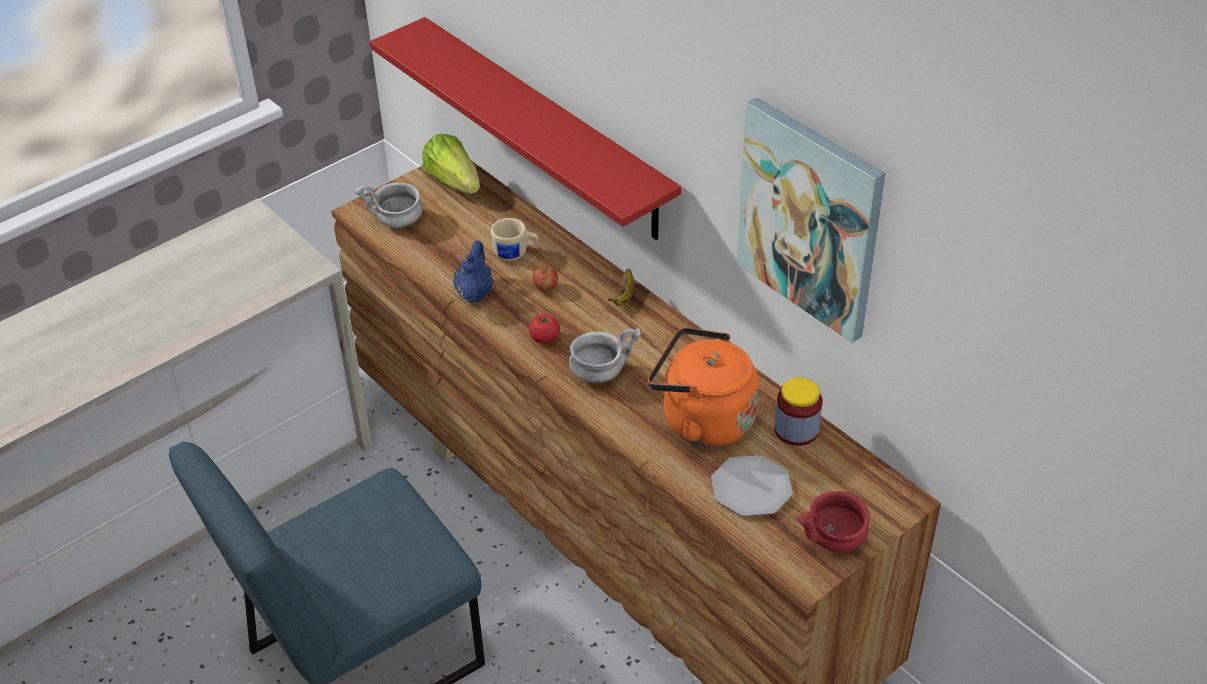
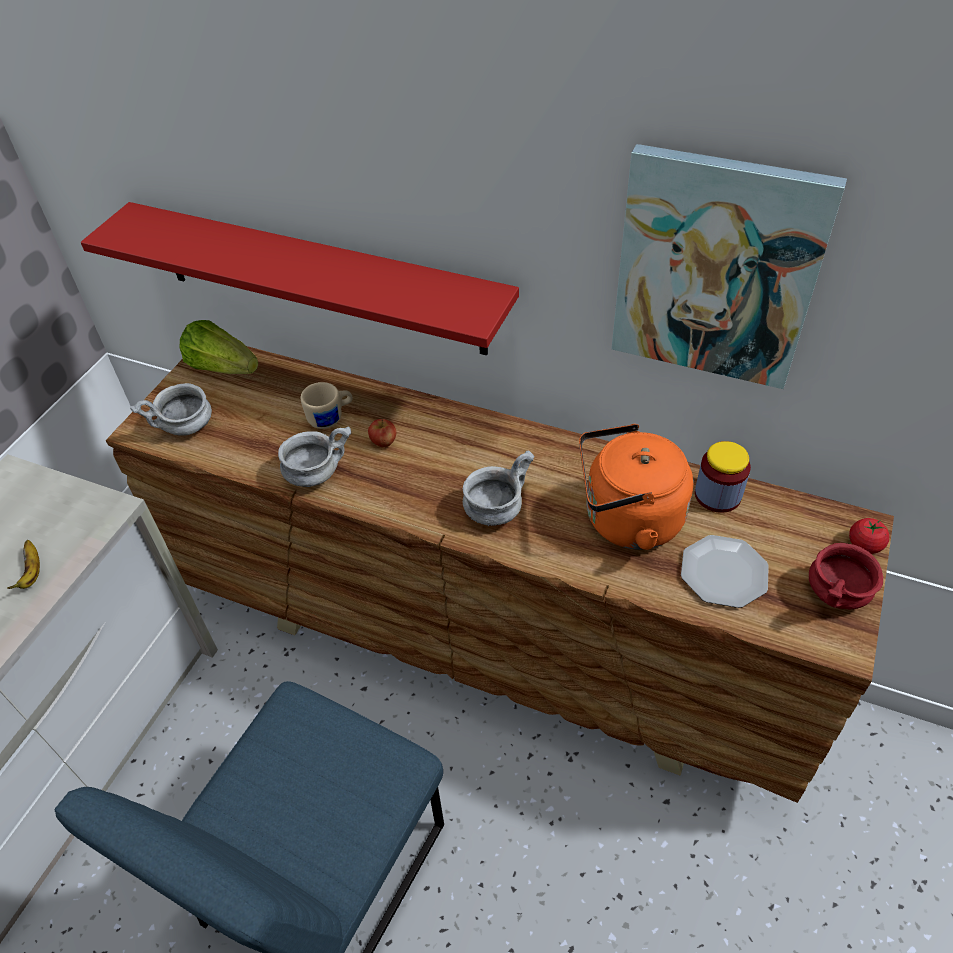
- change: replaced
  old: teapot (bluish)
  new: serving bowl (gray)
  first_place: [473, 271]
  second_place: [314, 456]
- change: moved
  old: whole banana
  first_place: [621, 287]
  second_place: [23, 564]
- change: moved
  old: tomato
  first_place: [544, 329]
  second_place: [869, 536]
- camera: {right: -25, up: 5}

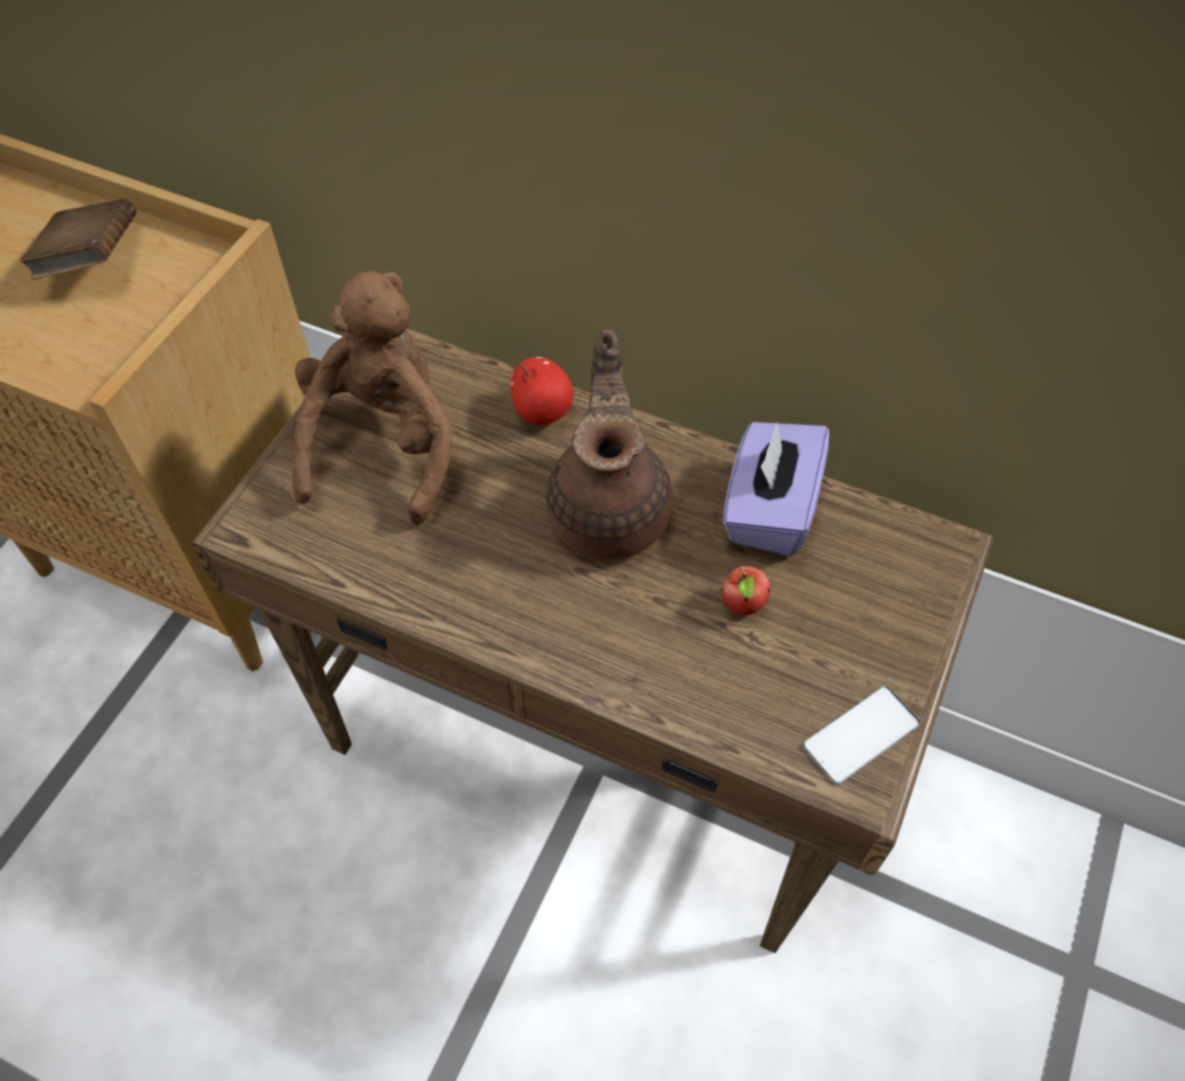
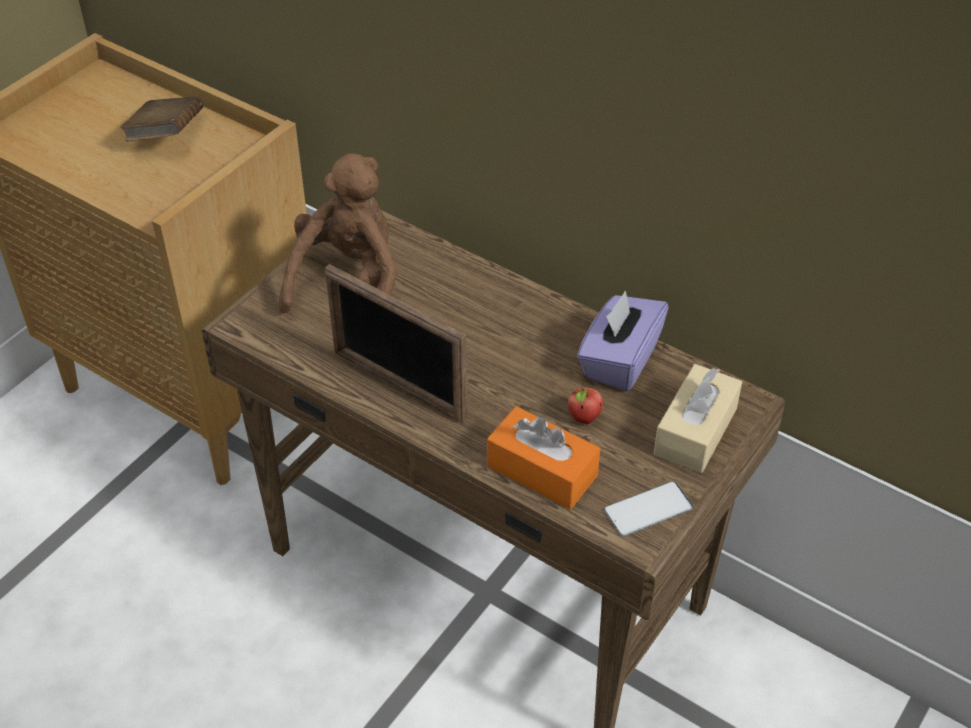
- change: removed
  old: teapot (brownish)
  first_place: [609, 445]
- change: removed
  old: whole apple
  first_place: [541, 391]
- change: added
  new: photo frame
  second_place: [396, 343]
- change: added
  new: tissue holder (sand-coloured)
  second_place: [698, 418]
- change: added
  new: tissue holder (orangey)
  second_place: [543, 457]
- camera: {right: 10, up: -10}

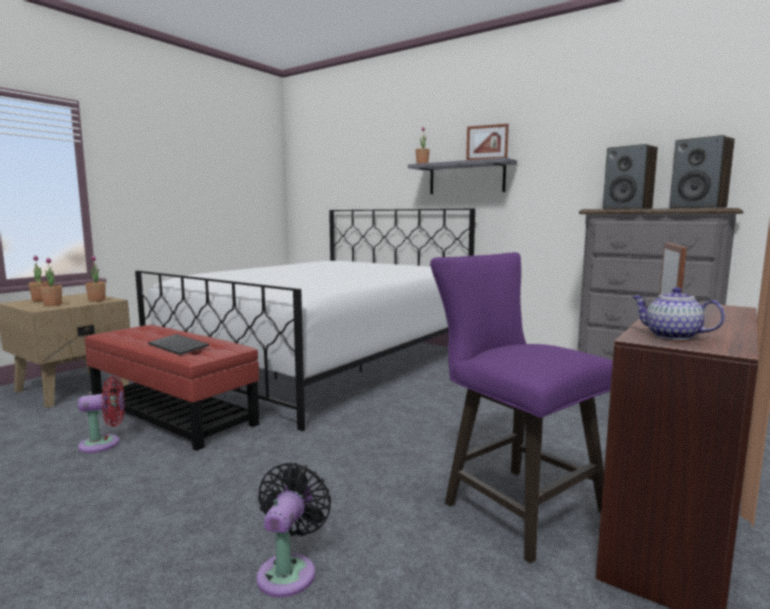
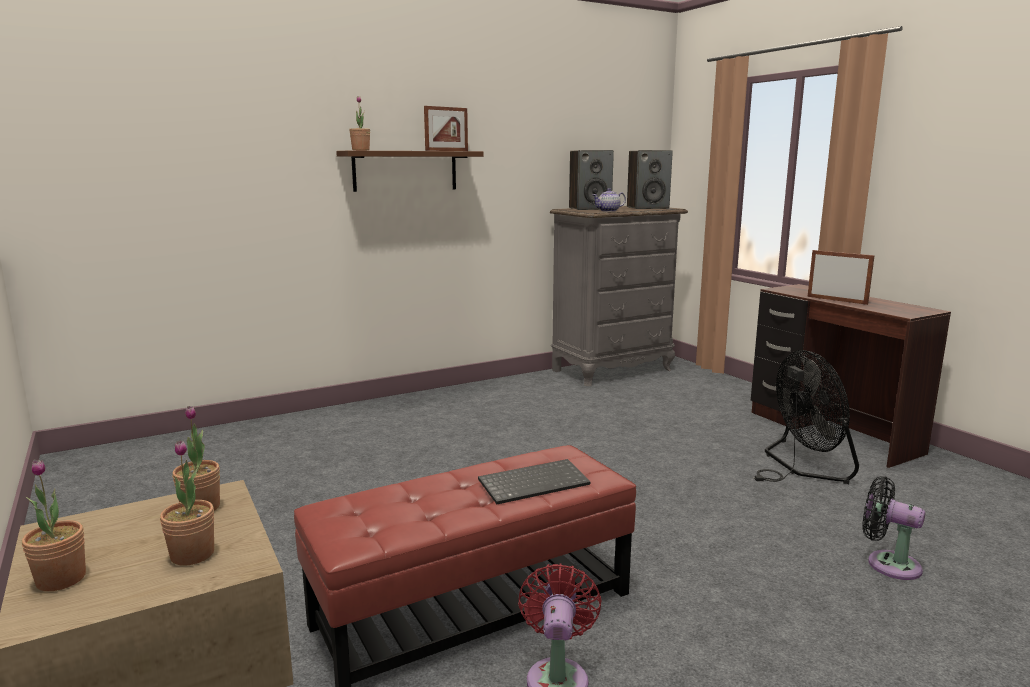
- change: recoloured
  old: wall shelf (gray)
  new: wall shelf (brownish)
  first_place: [462, 175]
  second_place: [410, 171]
- change: removed
  old: sleeping bed (white)
  first_place: [305, 319]
- change: replaced
  old: stool seat (purplish)
  new: fan (black-coloured)
  first_place: [521, 407]
  second_place: [806, 417]
- change: moved
  old: teapot
  first_place: [678, 313]
  second_place: [609, 200]
- camera: {right: -65, up: 5}

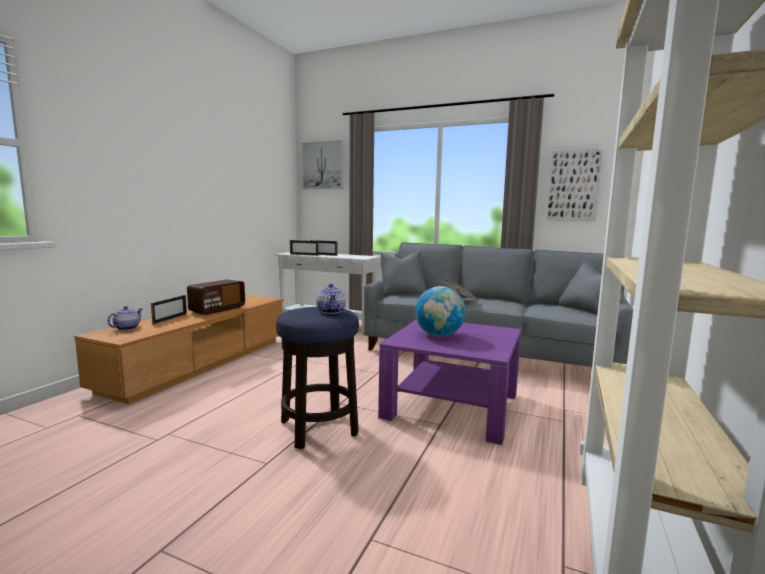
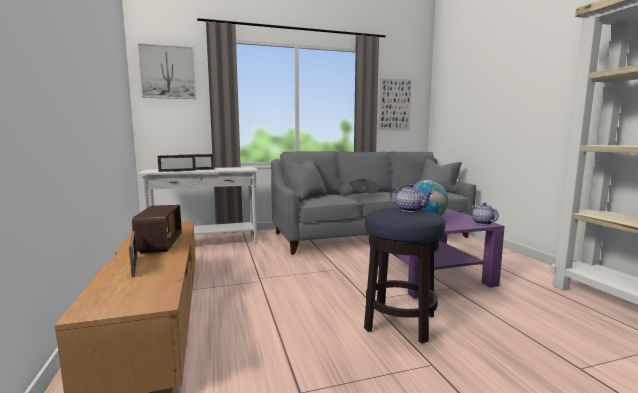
- change: moved
  old: teapot
  first_place: [124, 318]
  second_place: [485, 214]
- camera: {right: -40, up: 0}

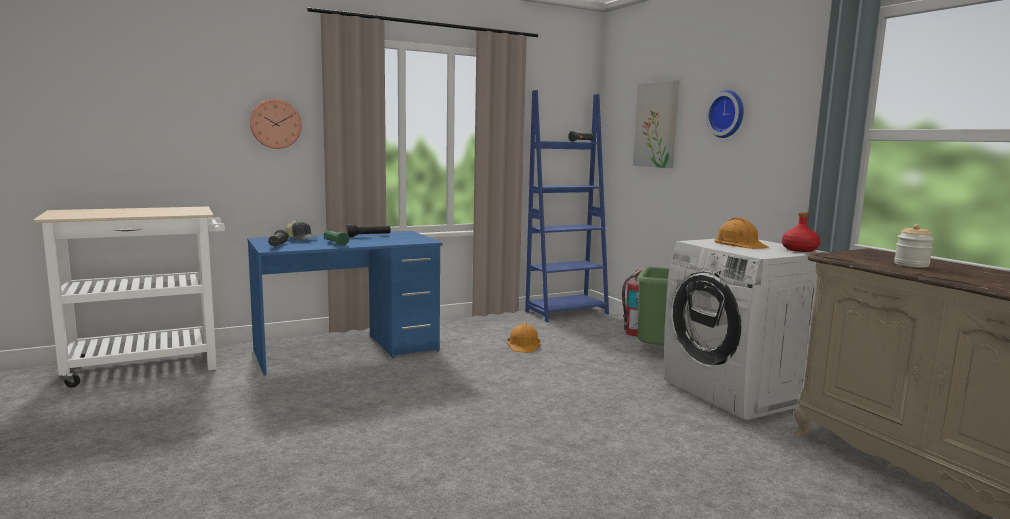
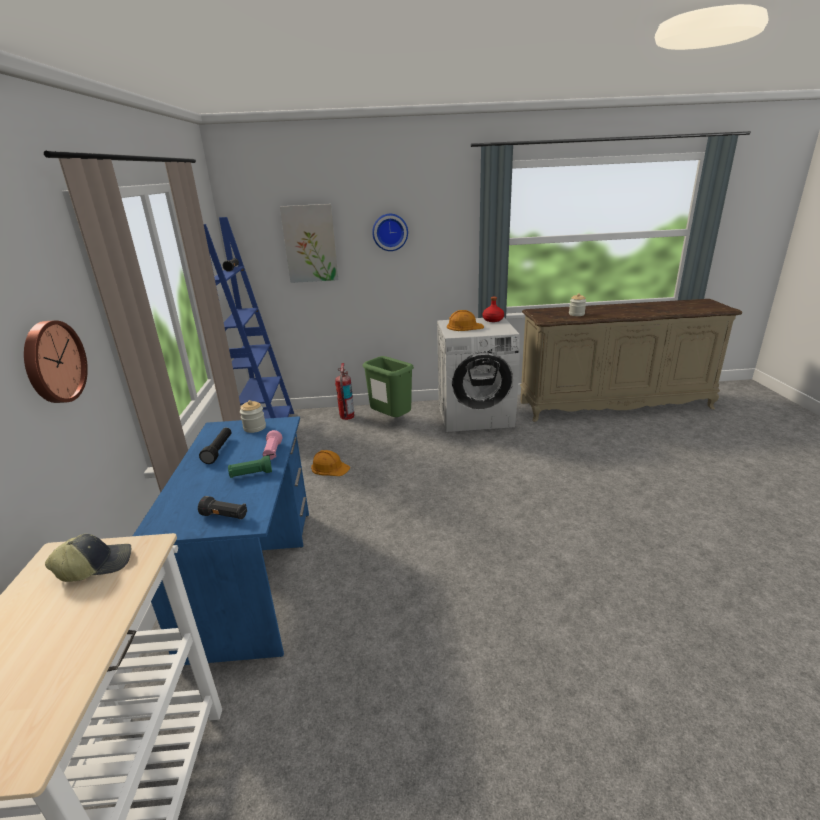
- change: moved
  old: baseball cap
  first_place: [301, 230]
  second_place: [88, 558]
- change: added
  new: jar
  second_place: [253, 416]
- change: added
  new: hand torch (pink-coloured)
  second_place: [272, 445]
- camera: {right: -65, up: 15}

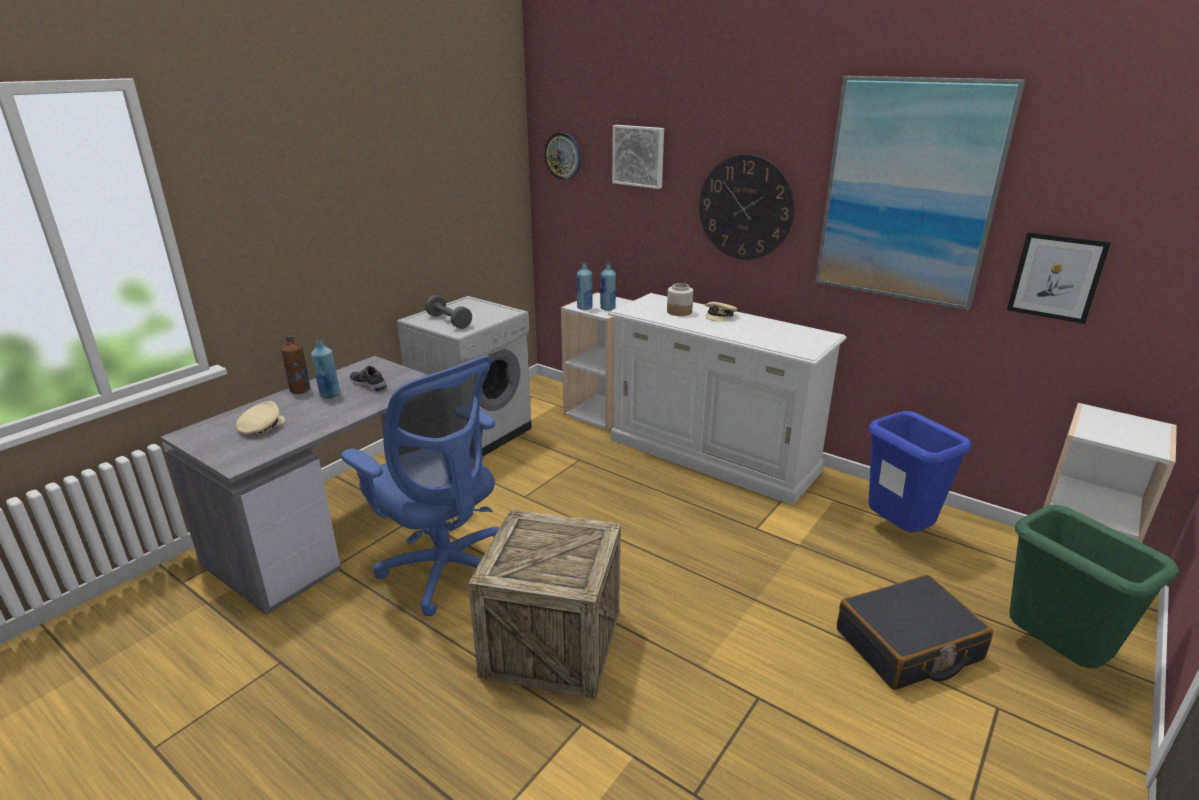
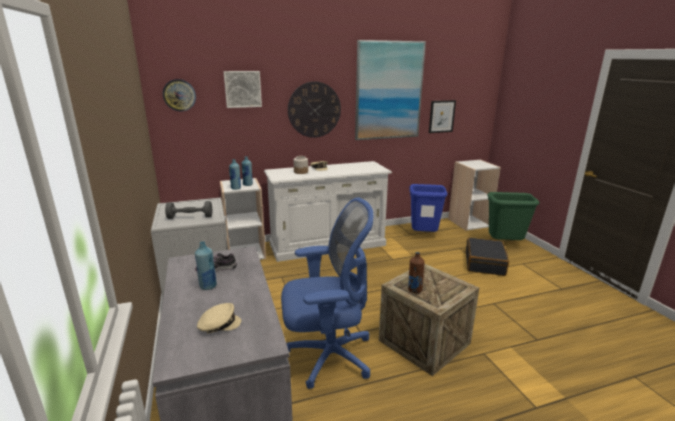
- change: moved
  old: bottle (brownish)
  first_place: [296, 365]
  second_place: [416, 272]
- change: turned
  old: baseball cap (sand-coloured)
  first_place: [260, 417]
  second_place: [219, 318]
  degrees: 105
- camera: {right: -55, up: -5}

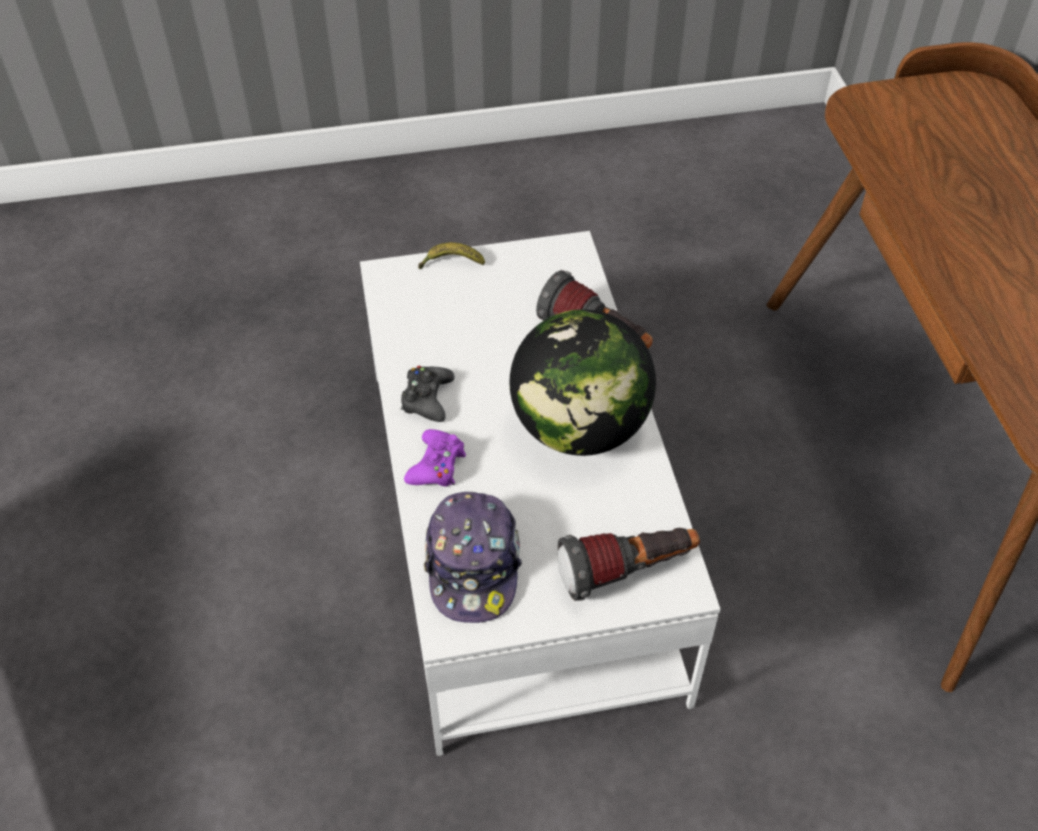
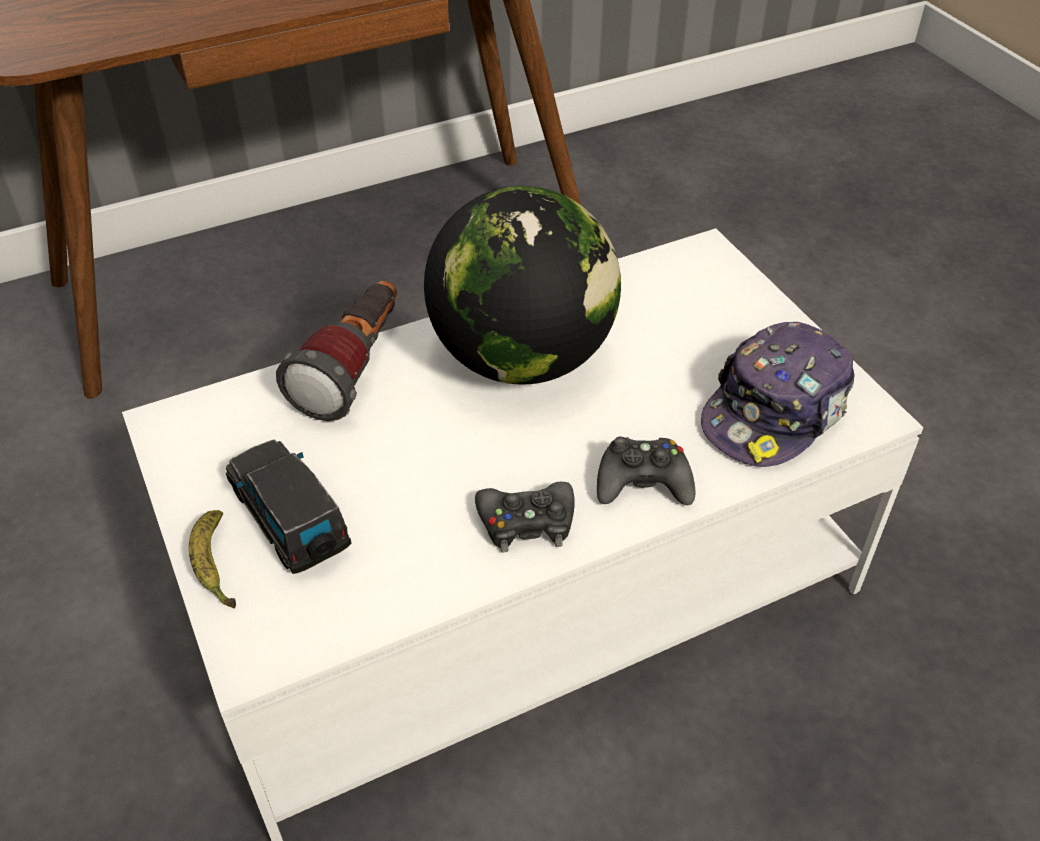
- change: recoloured
  old: joypad (purplish)
  new: joypad (black-coloured)
  first_place: [435, 457]
  second_place: [646, 471]
- change: turned
  old: baseball cap
  first_place: [473, 557]
  second_place: [778, 394]
  degrees: 150
- change: removed
  old: hand torch
  first_place: [629, 564]
- change: added
  new: model car (black-coloured)
  second_place: [288, 506]
- camera: {right: -105, up: -5}

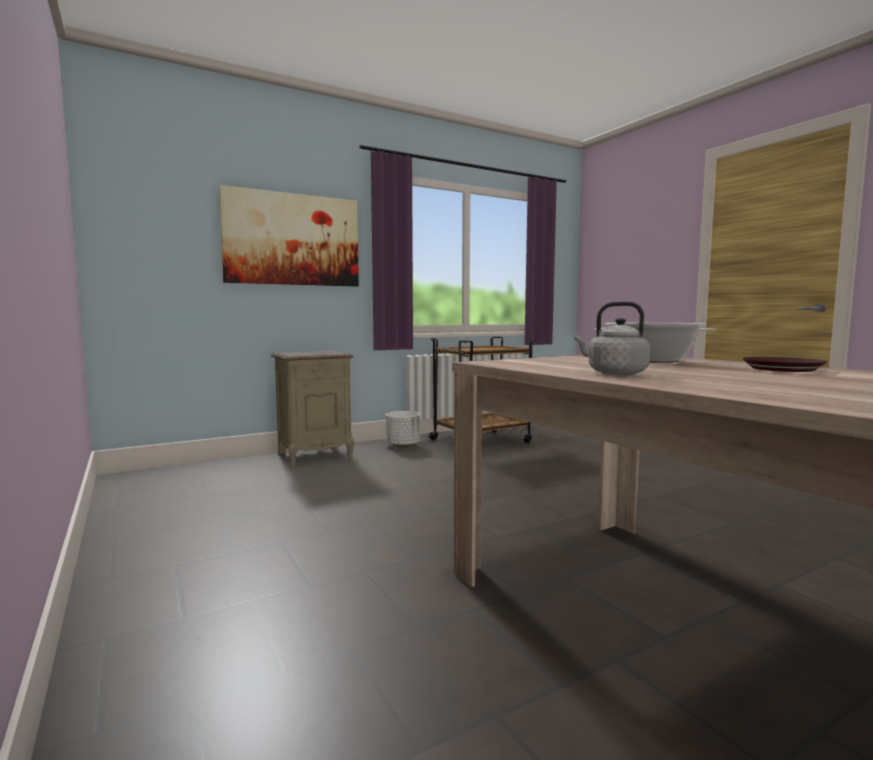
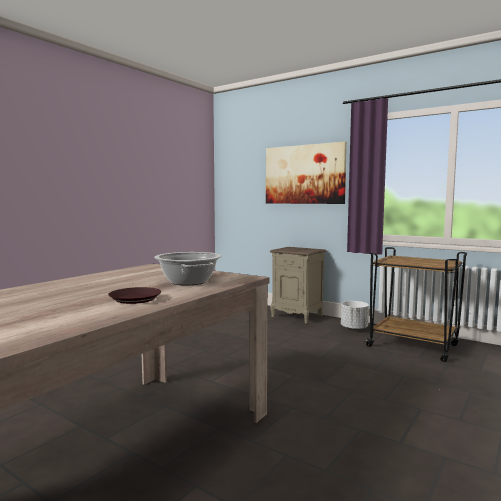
- change: removed
  old: water kettle (gray)
  first_place: [612, 338]
- camera: {right: 65, up: 0}

